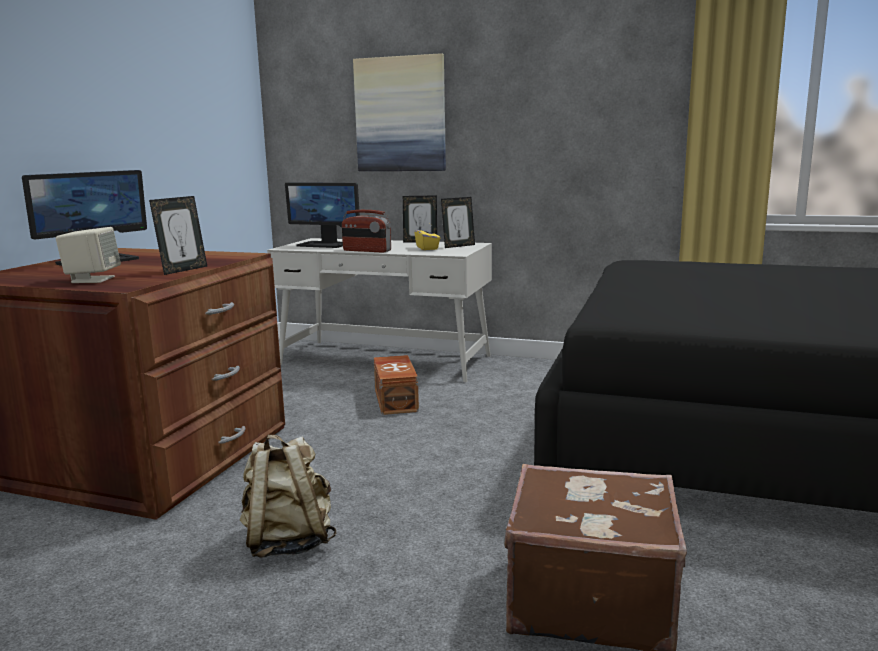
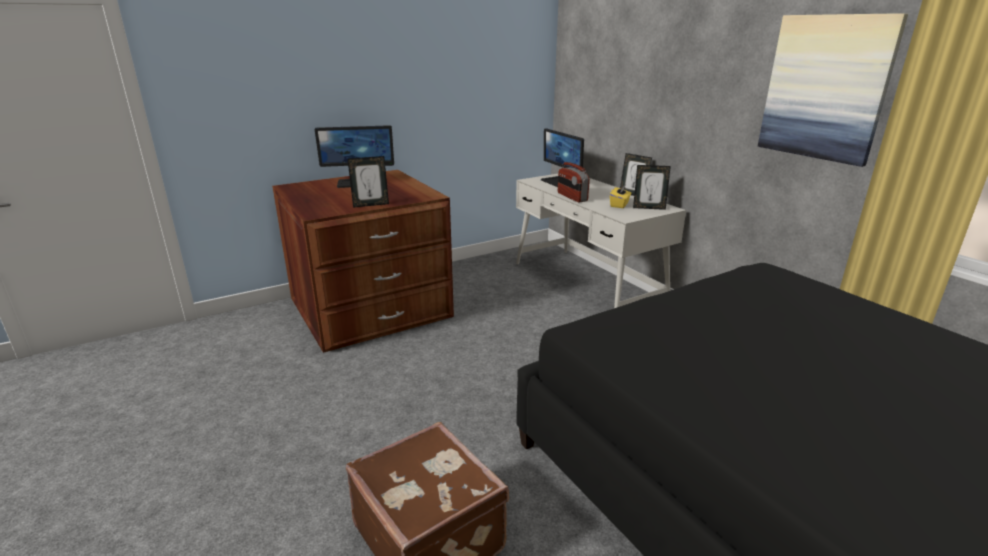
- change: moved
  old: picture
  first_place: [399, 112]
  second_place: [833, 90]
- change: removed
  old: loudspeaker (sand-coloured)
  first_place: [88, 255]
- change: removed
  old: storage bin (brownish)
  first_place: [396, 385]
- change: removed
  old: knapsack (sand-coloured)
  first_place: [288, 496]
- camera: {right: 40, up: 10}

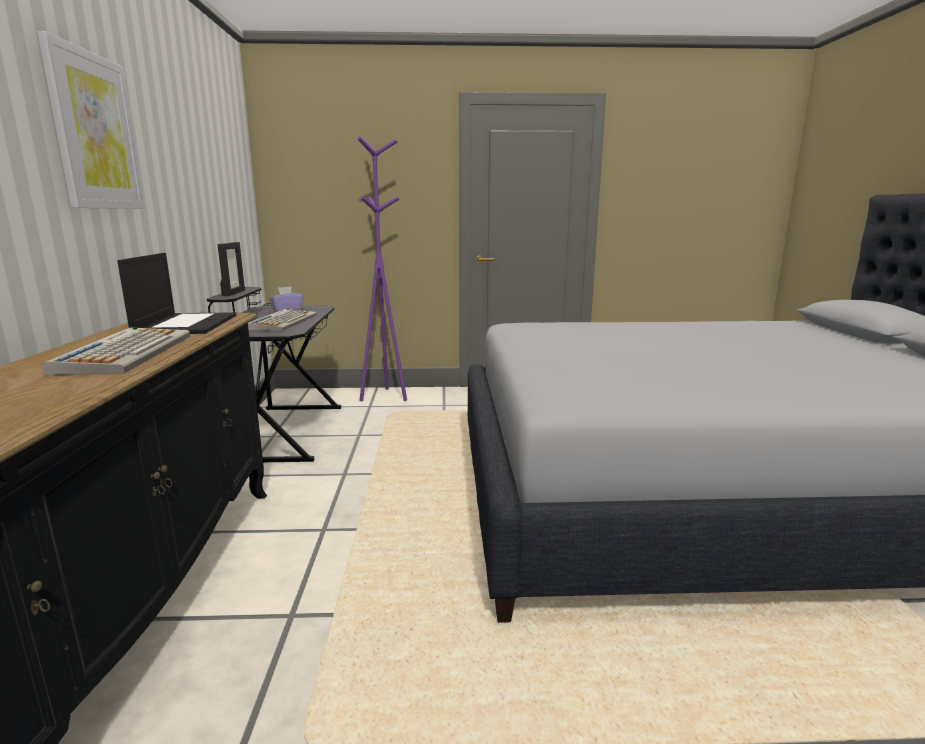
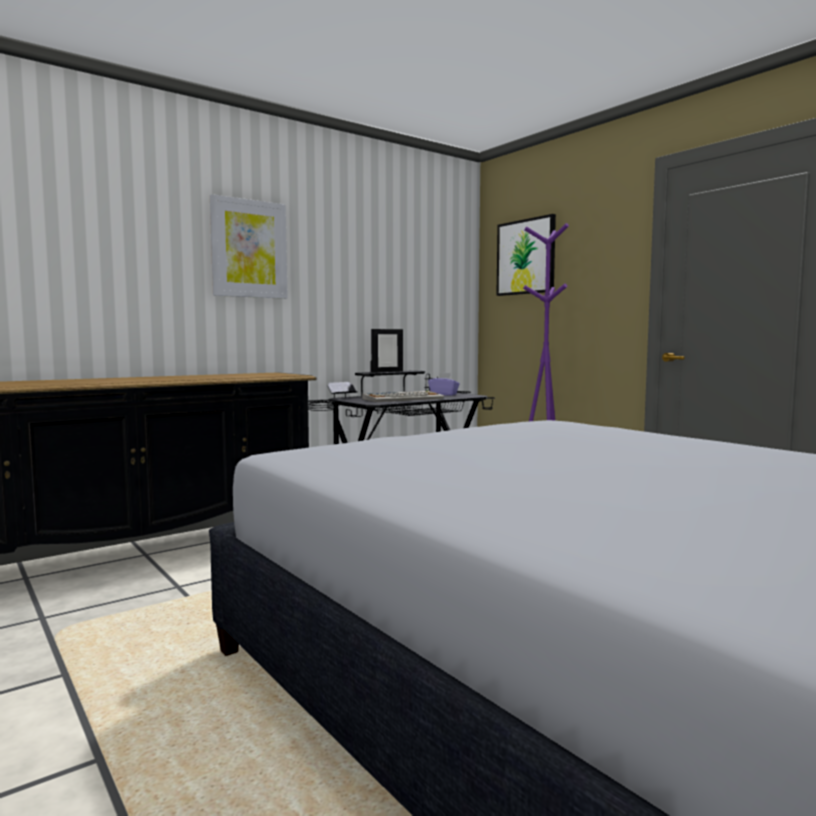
- change: removed
  old: portable computer
  first_place: [176, 293]
- change: removed
  old: computer keyboard
  first_place: [116, 351]
- change: added
  new: picture
  second_place: [526, 255]
- camera: {right: 55, up: -10}

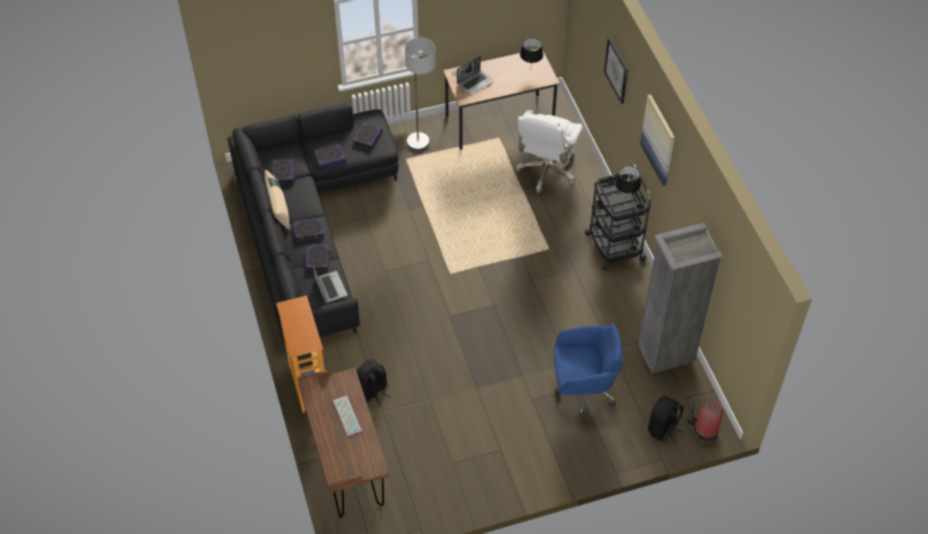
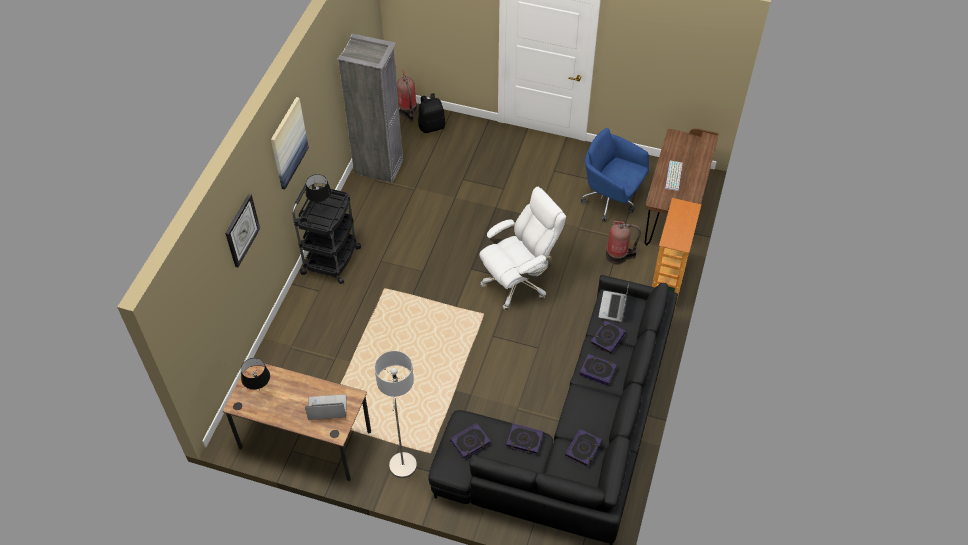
- change: moved
  old: desk chair (white)
  first_place: [549, 151]
  second_place: [522, 248]
- change: removed
  old: pillow (sand-coloured)
  first_place: [277, 200]
- change: moved
  old: desk chair (bluish)
  first_place: [588, 370]
  second_place: [615, 174]
- change: replaced
  old: knapsack (black-coloured)
  new: fire-fighting cylinder
  first_place: [373, 382]
  second_place: [623, 243]
- camera: {right: -145, up: 0}

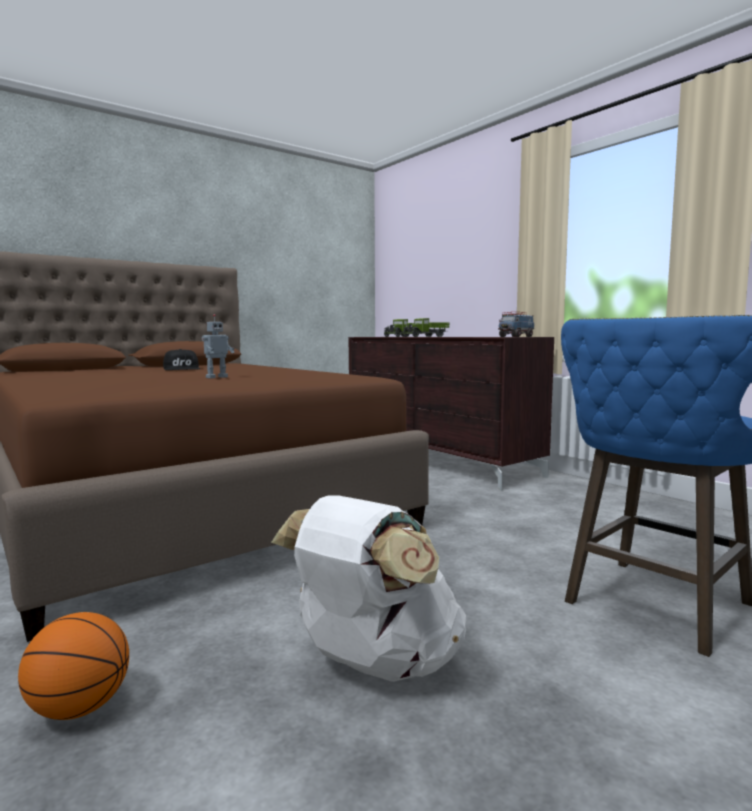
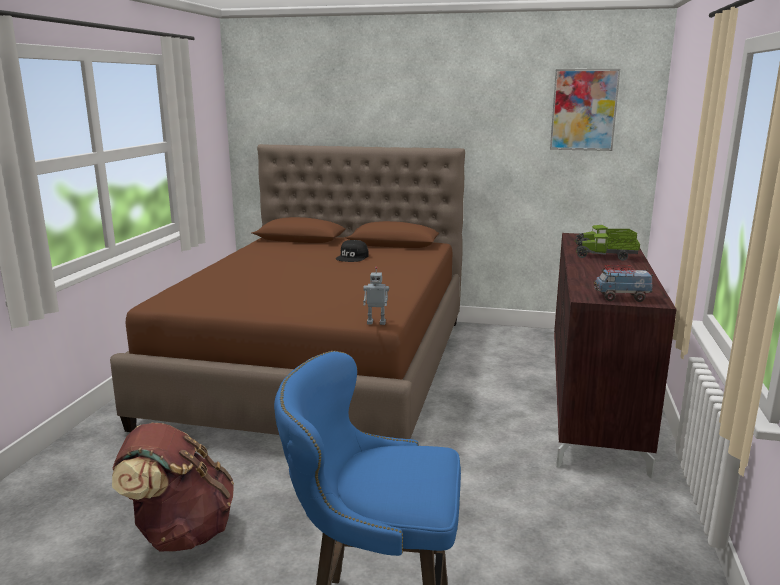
- change: moved
  old: robot figure
  first_place: [218, 346]
  second_place: [376, 296]
- change: recoloured
  old: knapsack (white)
  new: knapsack (brownish)
  first_place: [368, 589]
  second_place: [173, 487]
- change: removed
  old: ball for basketball
  first_place: [73, 666]
- change: added
  new: picture
  second_place: [585, 110]
- camera: {right: 50, up: 10}

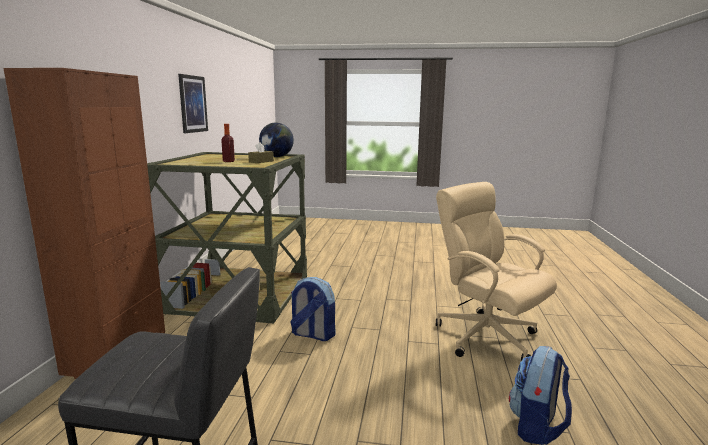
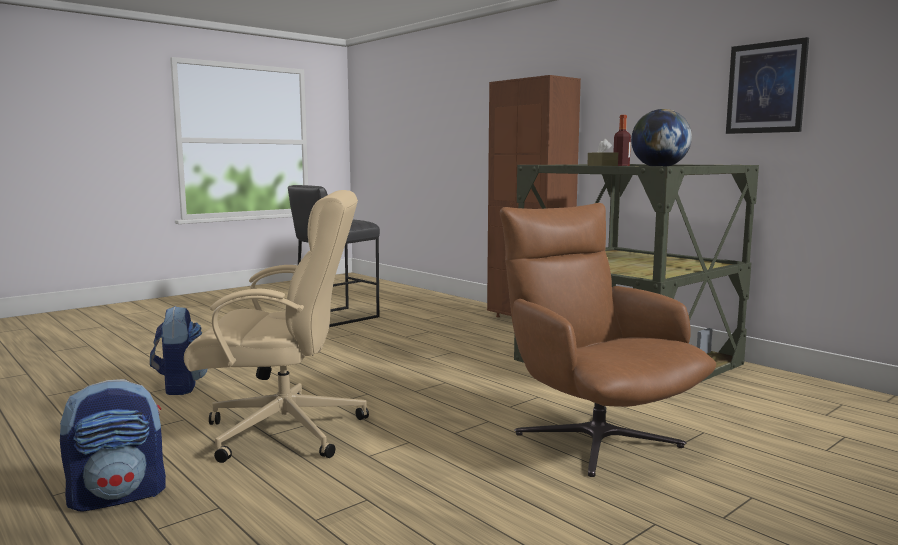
- change: moved
  old: knapsack
  first_place: [312, 309]
  second_place: [113, 445]
- change: added
  new: lounge chair (brownish)
  second_place: [608, 340]
- camera: {right: 130, up: -5}

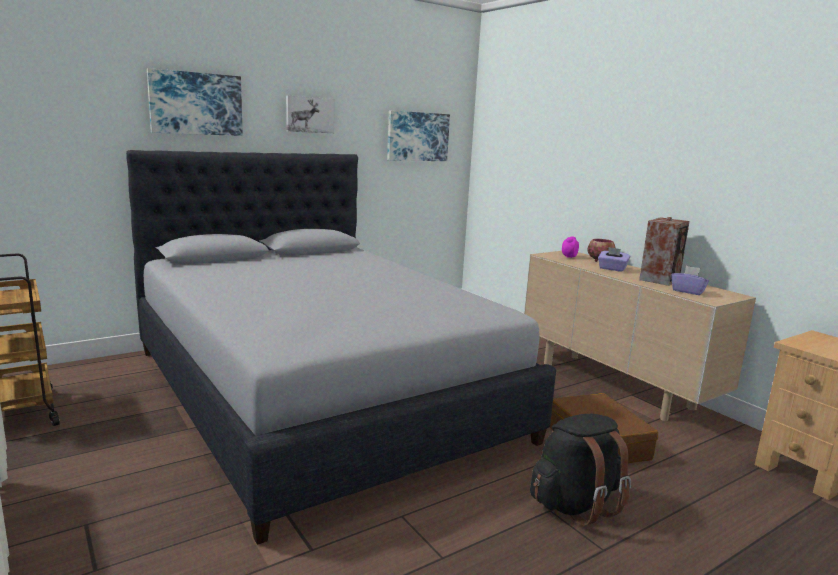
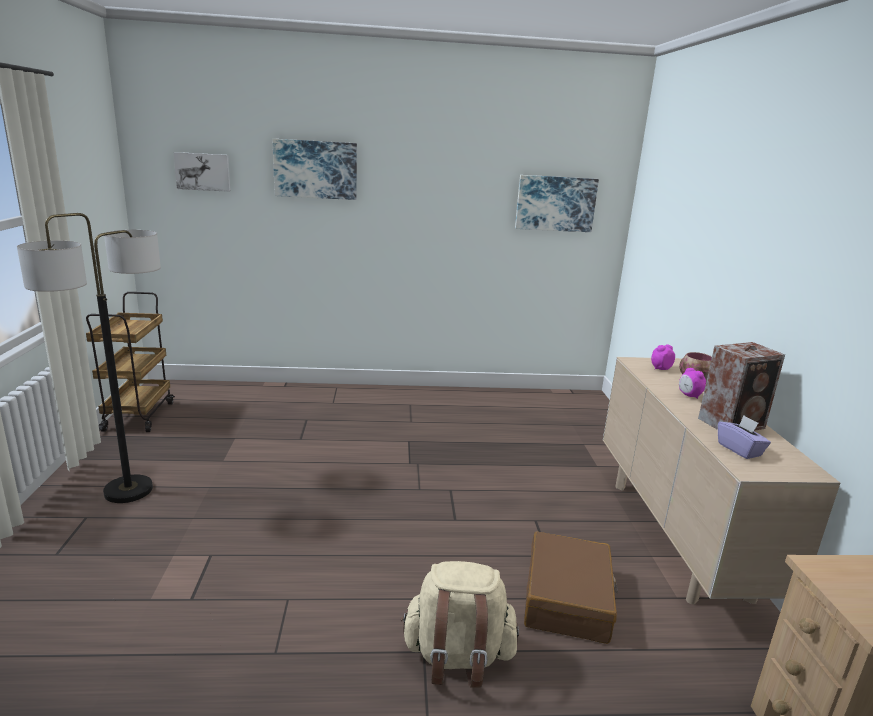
- change: moved
  old: picture
  first_place: [310, 114]
  second_place: [202, 172]
- change: removed
  old: sleeping bed (gray)
  first_place: [341, 347]
- change: replaced
  old: tissue holder (purplish)
  new: alarm clock
  first_place: [614, 259]
  second_place: [692, 383]
- change: recoloured
  old: knapsack (black-coloured)
  new: knapsack (sand-coloured)
  first_place: [580, 470]
  second_place: [460, 624]
- change: added
  new: floor lamp
  second_place: [89, 358]
- camera: {right: 30, up: 5}

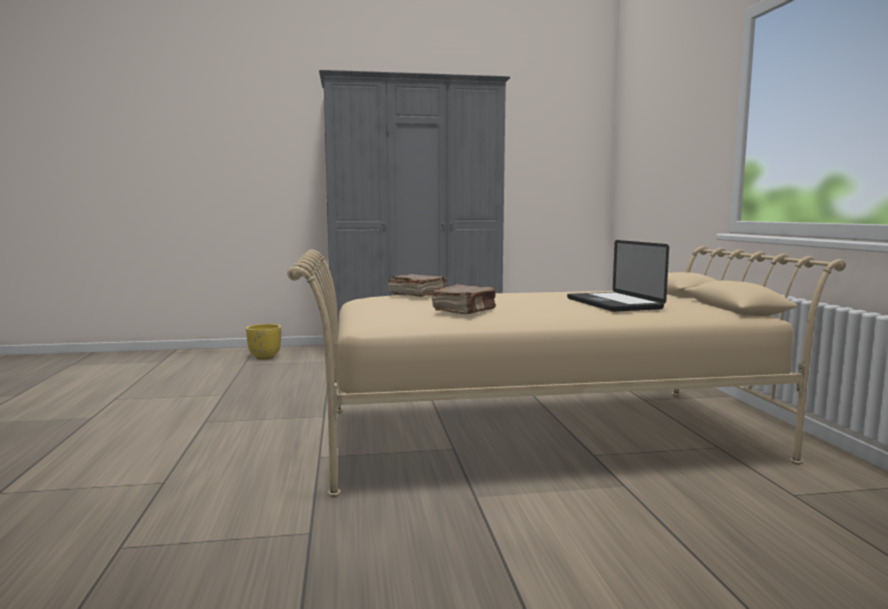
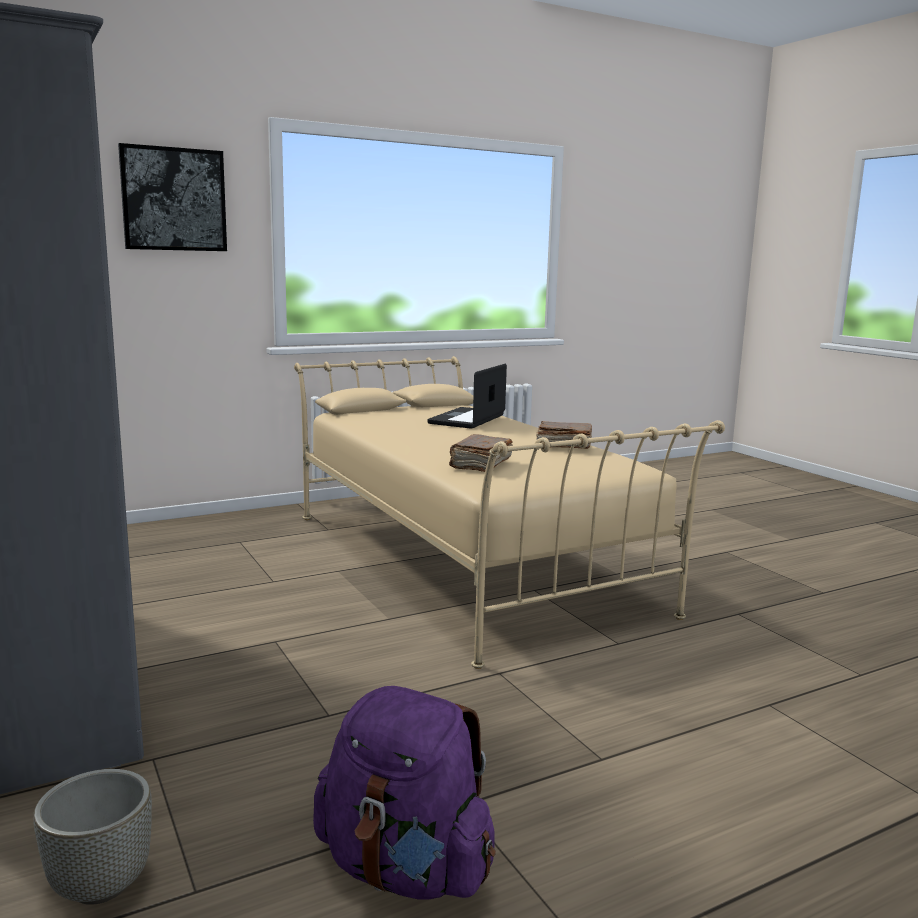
- change: turned
  old: portable computer
  first_place: [618, 276]
  second_place: [467, 396]
  degrees: 150
- change: recoloured
  old: plant pot (yellow-coloured)
  new: plant pot (gray)
  first_place: [263, 342]
  second_place: [92, 837]
- change: added
  new: picture
  second_place: [172, 197]
- change: added
  new: knapsack (purplish)
  second_place: [404, 792]
- camera: {right: -110, up: 5}

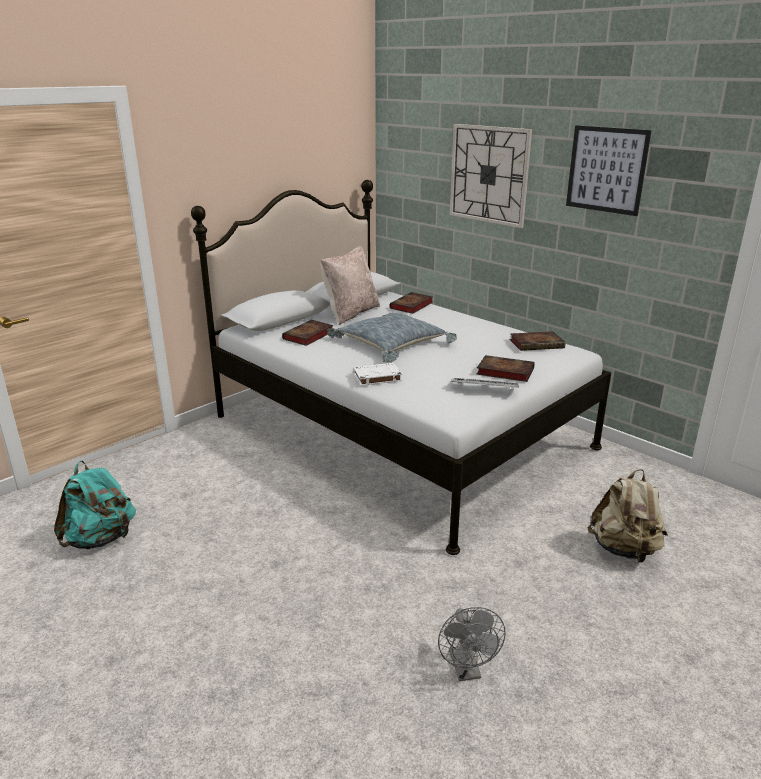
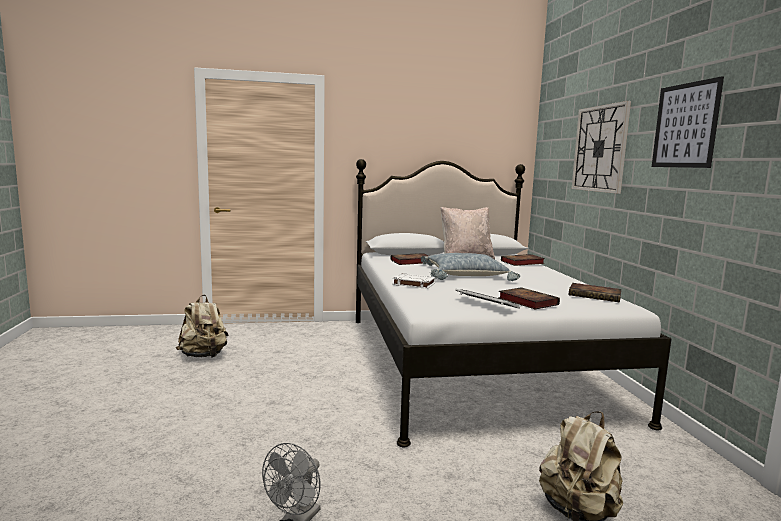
- change: recoloured
  old: knapsack (turquoise)
  new: knapsack (sand-coloured)
  first_place: [95, 505]
  second_place: [202, 326]
- camera: {right: 35, up: -15}

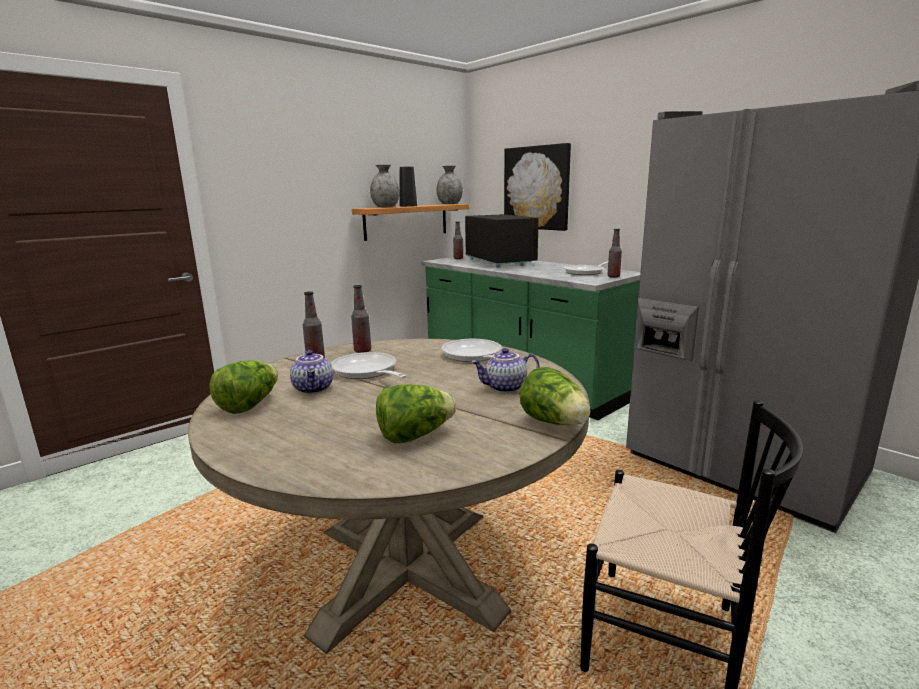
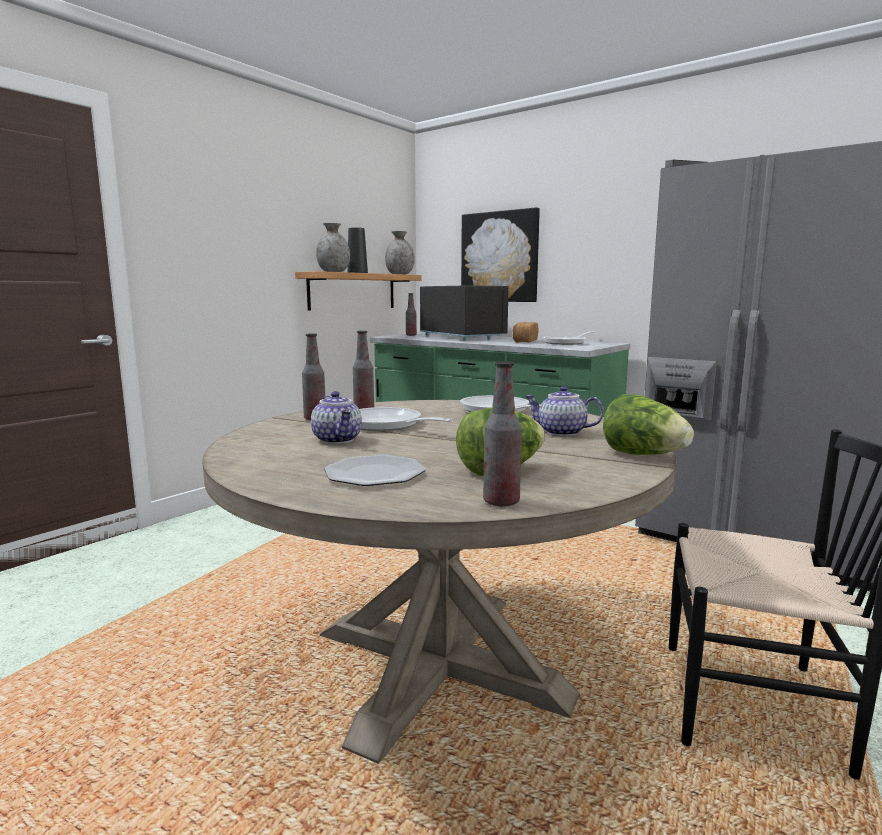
- change: moved
  old: bottle
  first_place: [614, 253]
  second_place: [502, 434]
- change: turned
  old: teapot
  first_place: [505, 370]
  second_place: [564, 411]
  degrees: 45
- change: removed
  old: head of lettuce
  first_place: [243, 387]
- change: added
  new: baked bread
  second_place: [525, 332]
- change: added
  new: flat dish
  second_place: [375, 470]
- camera: {right: -10, up: -5}

